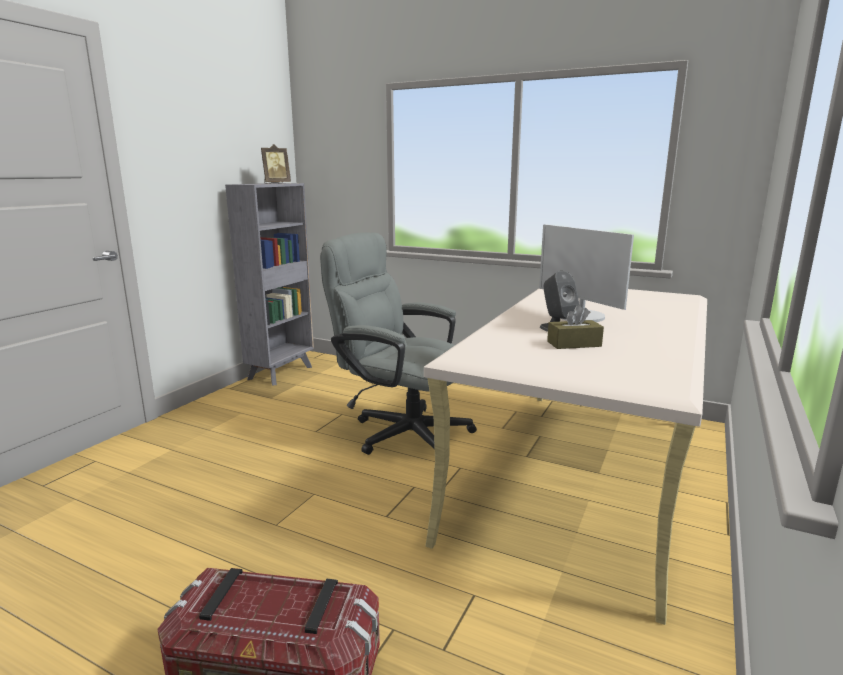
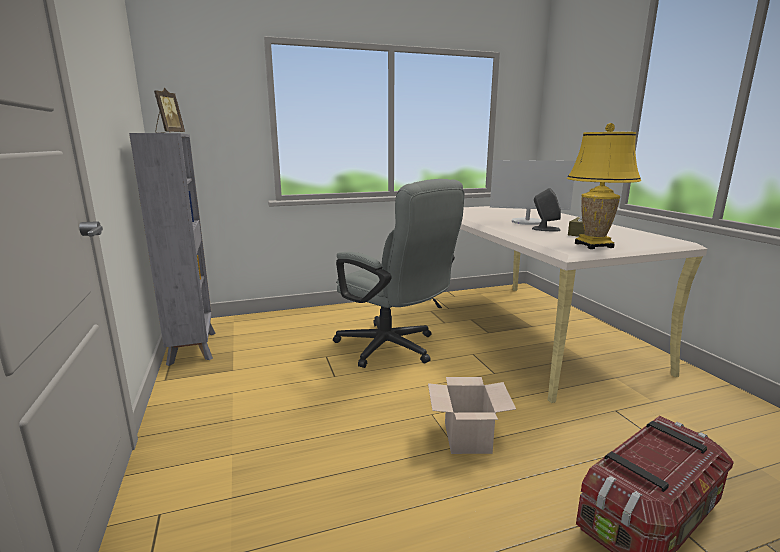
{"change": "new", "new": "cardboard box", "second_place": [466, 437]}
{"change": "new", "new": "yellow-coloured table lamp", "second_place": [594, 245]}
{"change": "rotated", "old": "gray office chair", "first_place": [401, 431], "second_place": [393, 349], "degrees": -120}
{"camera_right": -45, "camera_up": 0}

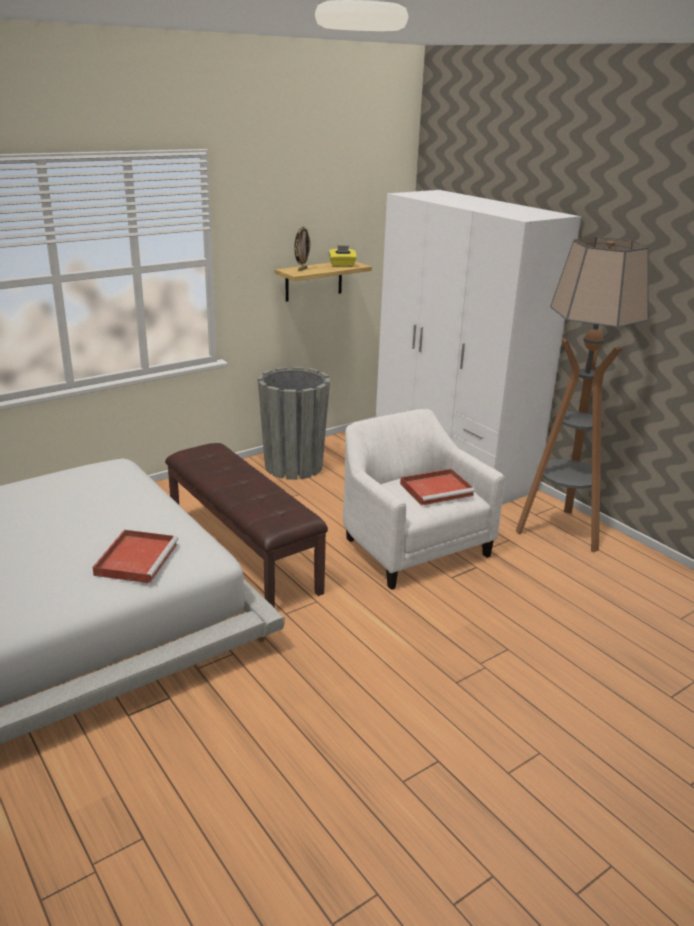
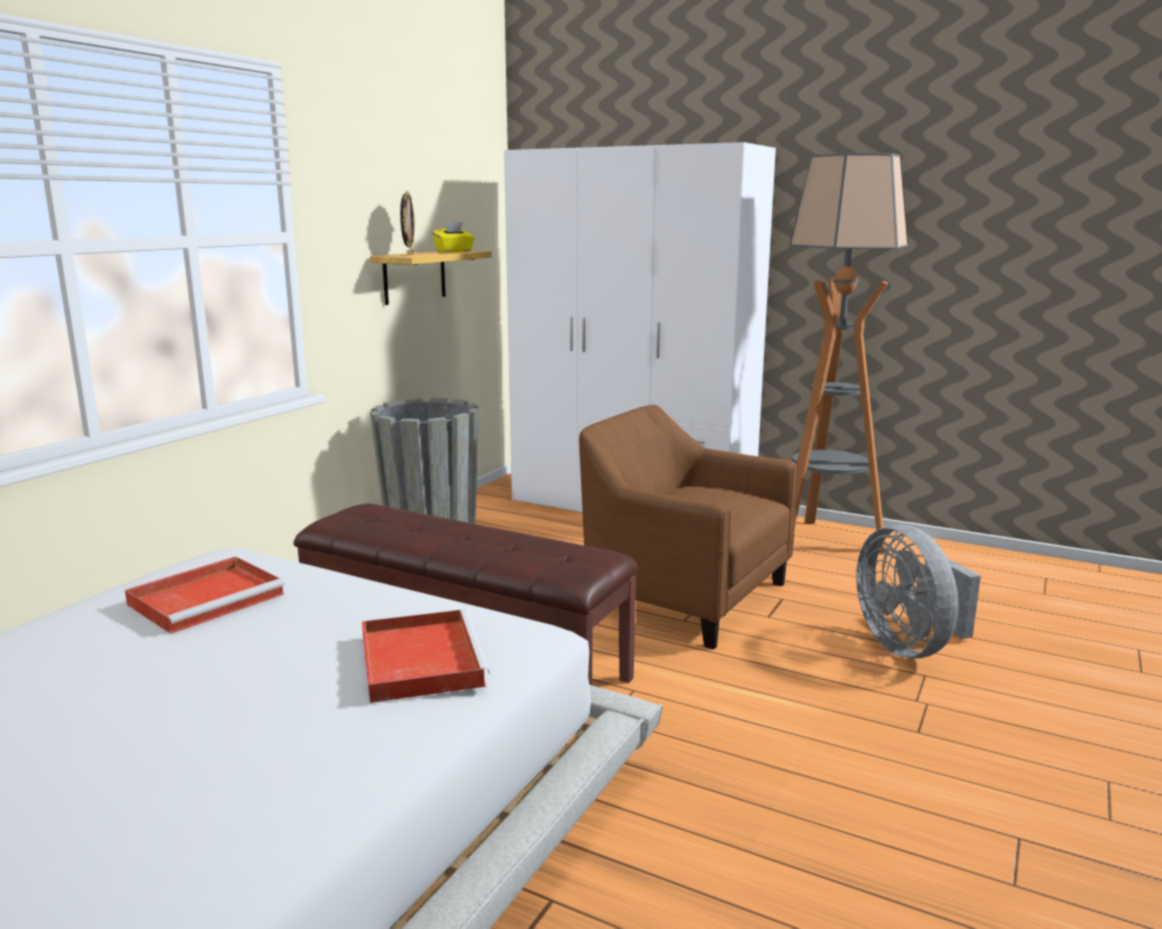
{"change": "new", "new": "gray fan", "second_place": [909, 646]}
{"change": "shifted", "old": "reddish carrying tray", "first_place": [437, 489], "second_place": [208, 598]}
{"change": "repainted", "old": "white-coloured armchair", "new": "brown-coloured armchair", "first_place": [411, 546], "second_place": [681, 596]}
{"camera_right": -25, "camera_up": -10}

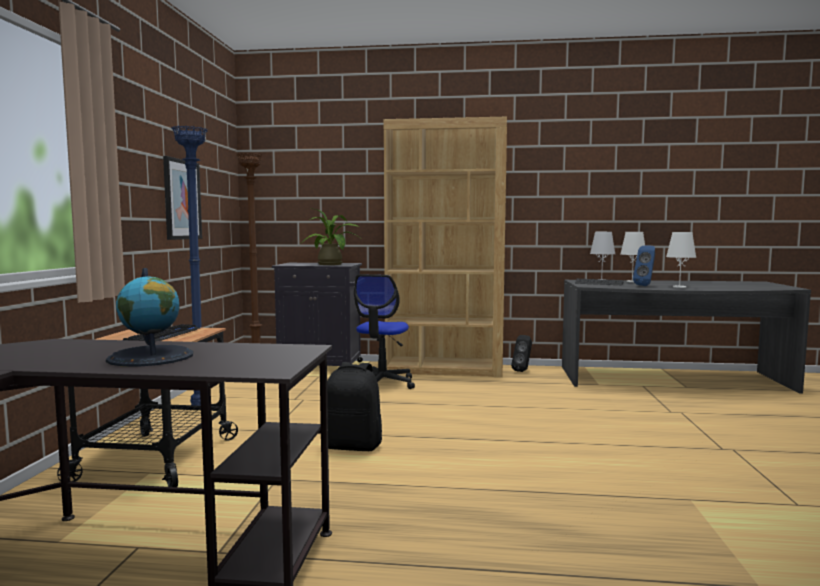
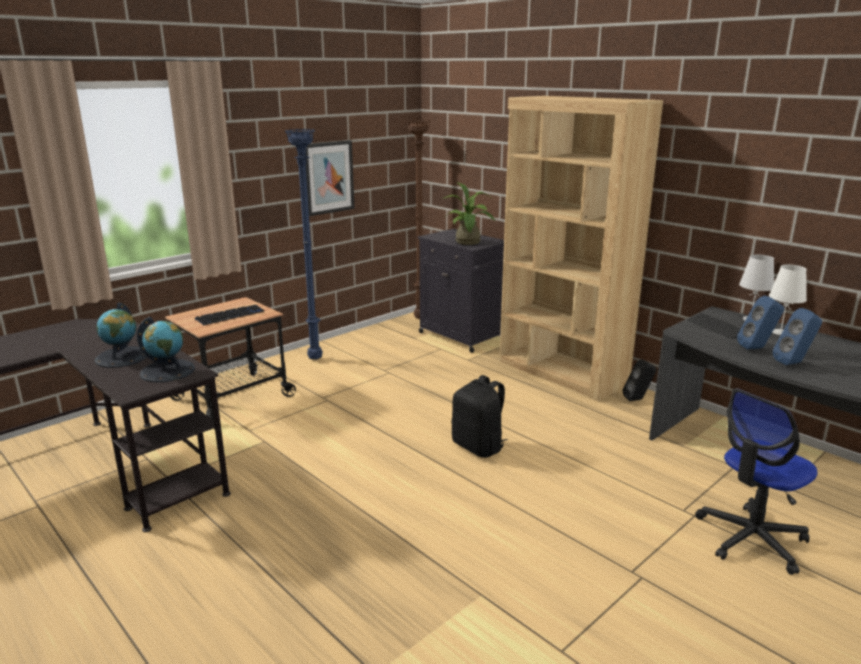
{"change": "new", "new": "desk globe", "second_place": [167, 371]}
{"change": "shifted", "old": "black-coloured rucksack", "first_place": [352, 446], "second_place": [479, 447]}
{"change": "shifted", "old": "office chair", "first_place": [381, 383], "second_place": [751, 539]}
{"change": "swapped", "old": "white-coloured table lamp", "new": "bluish loudspeaker", "first_place": [679, 287], "second_place": [794, 363]}
{"camera_right": 40, "camera_up": 15}

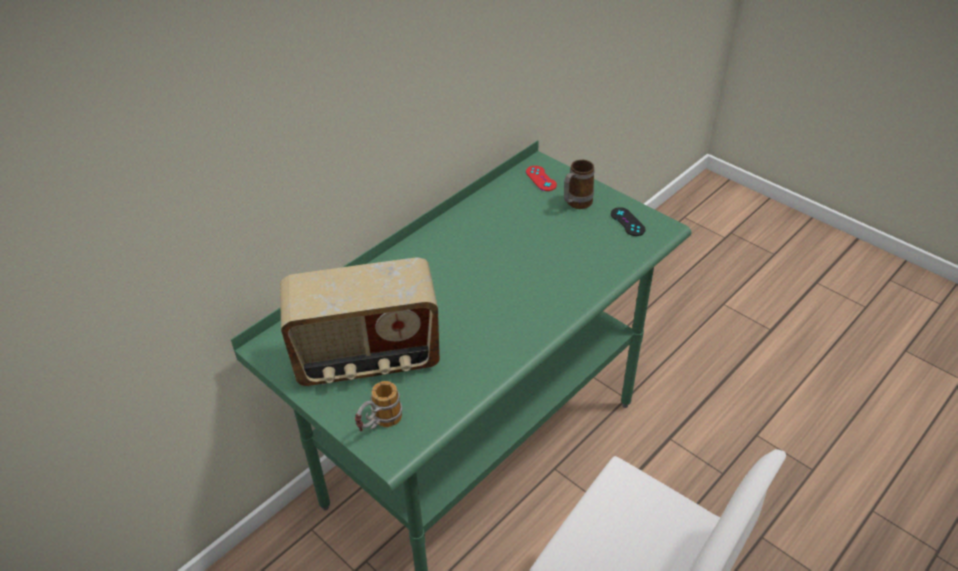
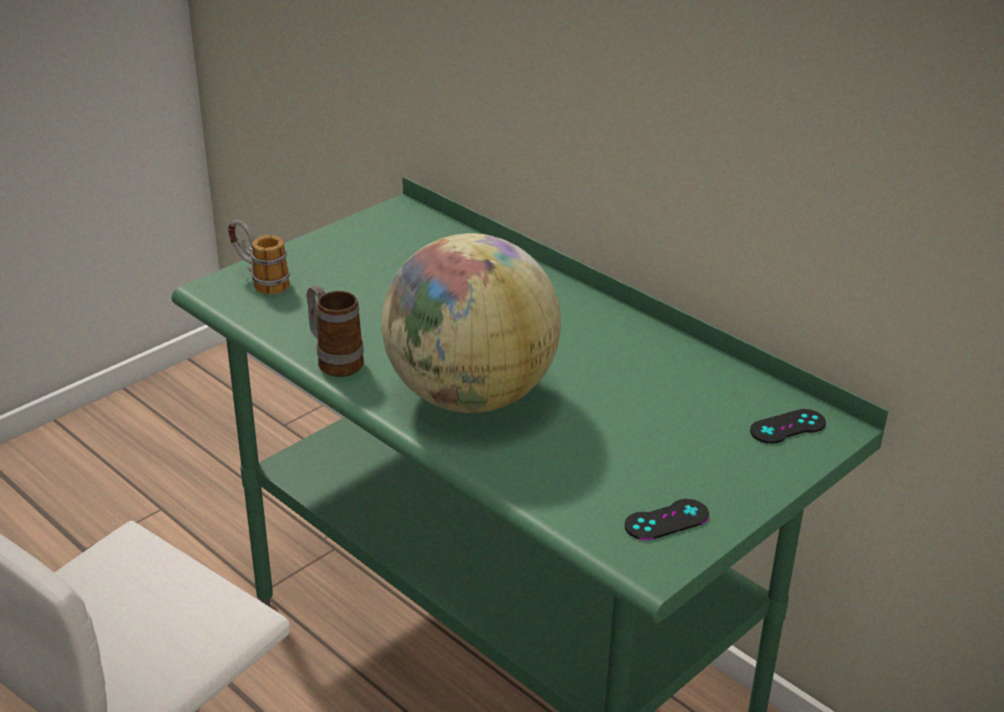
{"change": "gone", "old": "radio receiver", "first_place": [367, 359]}
{"change": "new", "new": "desk globe", "second_place": [470, 395]}
{"change": "shifted", "old": "tea mug", "first_place": [575, 204], "second_place": [335, 361]}
{"change": "repainted", "old": "reddish joypad", "new": "black-coloured joypad", "first_place": [541, 178], "second_place": [787, 427]}
{"camera_right": 90, "camera_up": -10}

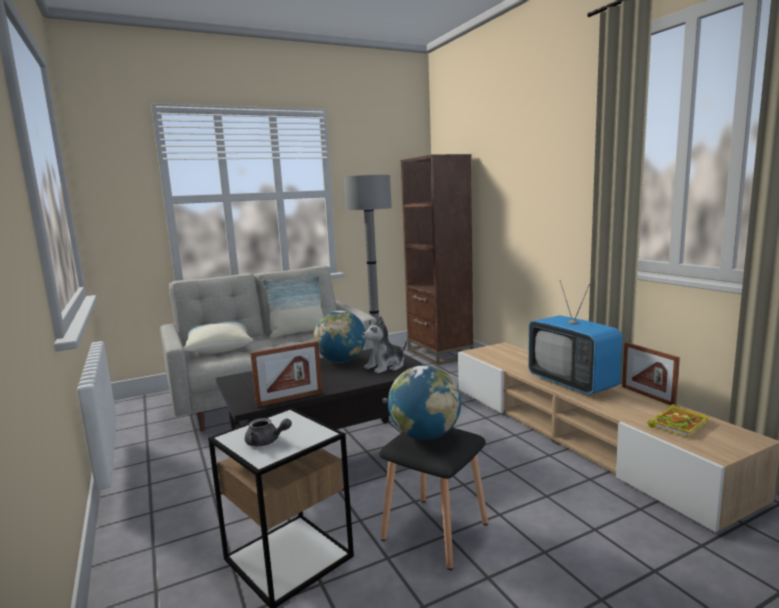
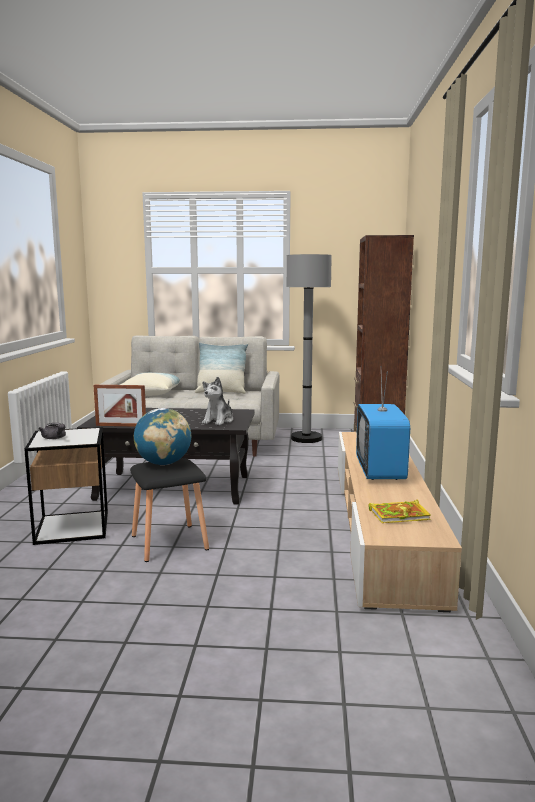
{"change": "gone", "old": "desk globe", "first_place": [341, 361]}
{"change": "gone", "old": "photo frame", "first_place": [647, 396]}
{"change": "rotated", "old": "cuddly toy", "first_place": [386, 366], "second_place": [218, 421], "degrees": -60}
{"camera_right": 30, "camera_up": 0}

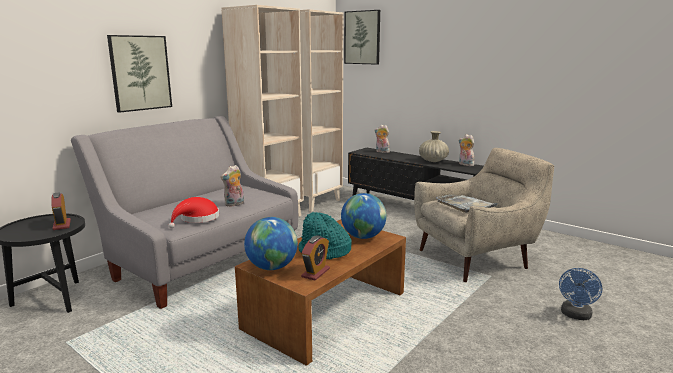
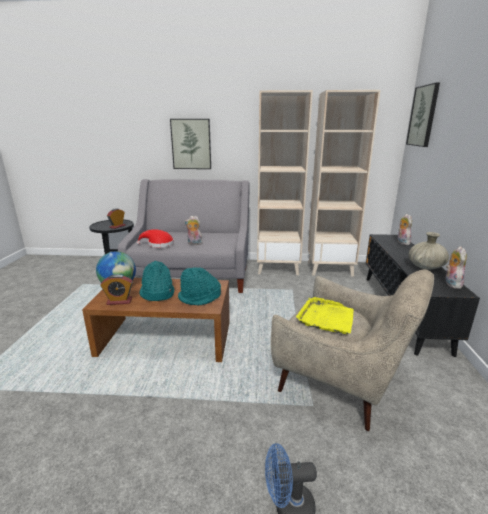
{"change": "swapped", "old": "desk globe", "new": "turquoise-coloured wearable hat", "first_place": [363, 237], "second_place": [200, 297]}
{"change": "repainted", "old": "gray carrying tray", "new": "yellow-coloured carrying tray", "first_place": [465, 205], "second_place": [326, 318]}
{"camera_right": 55, "camera_up": 5}

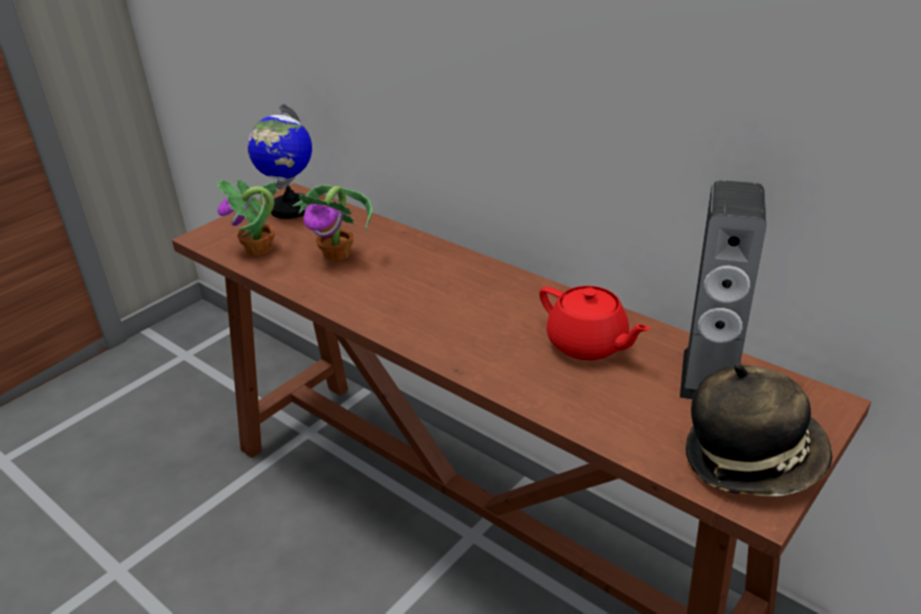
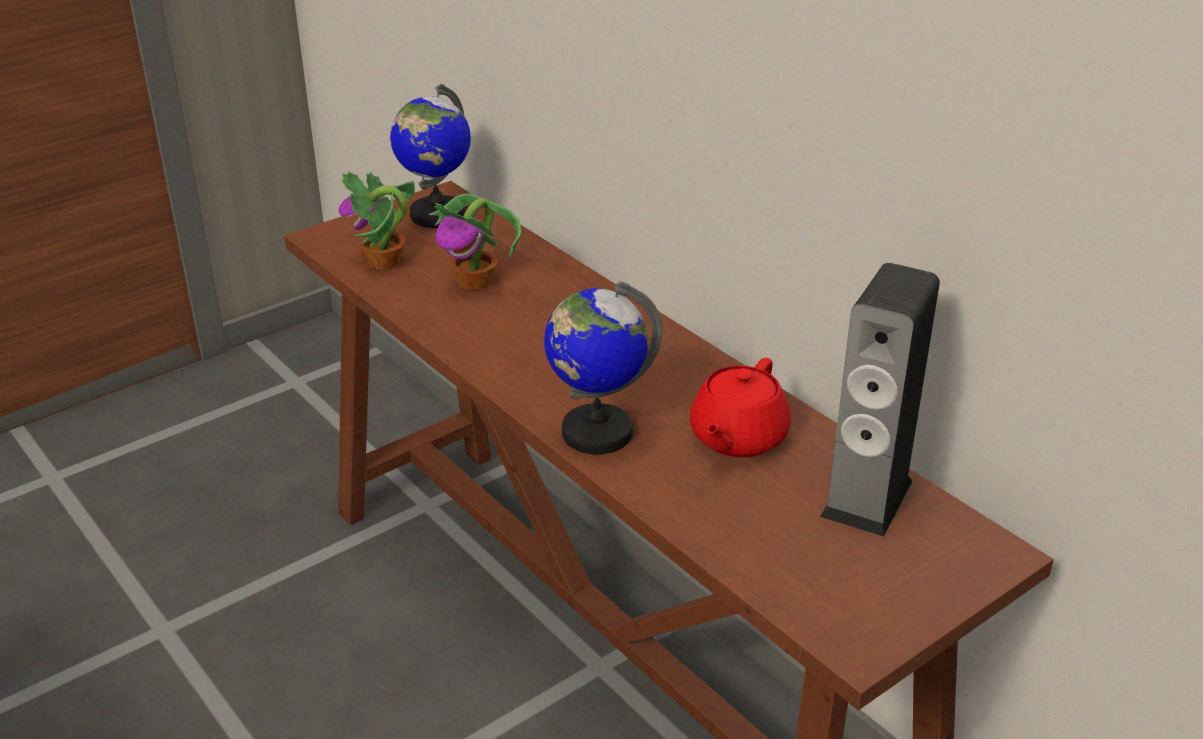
{"change": "gone", "old": "wearable hat", "first_place": [752, 459]}
{"change": "new", "new": "desk globe", "second_place": [596, 432]}
{"change": "rotated", "old": "reddish pot for tea", "first_place": [588, 344], "second_place": [737, 438], "degrees": 60}
{"camera_right": 10, "camera_up": 0}

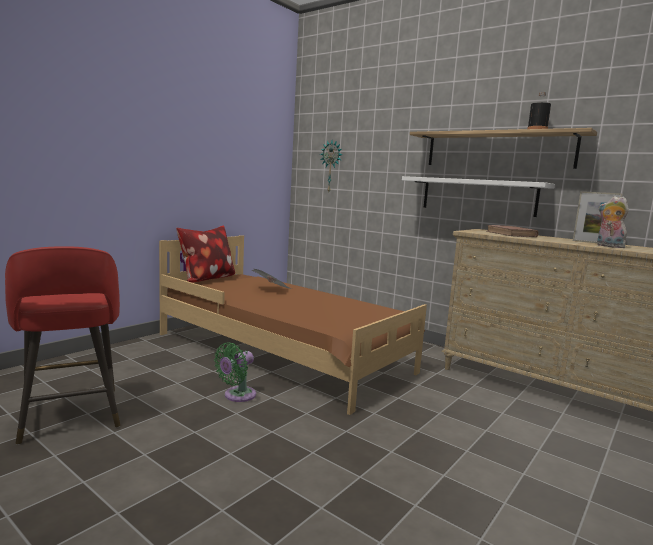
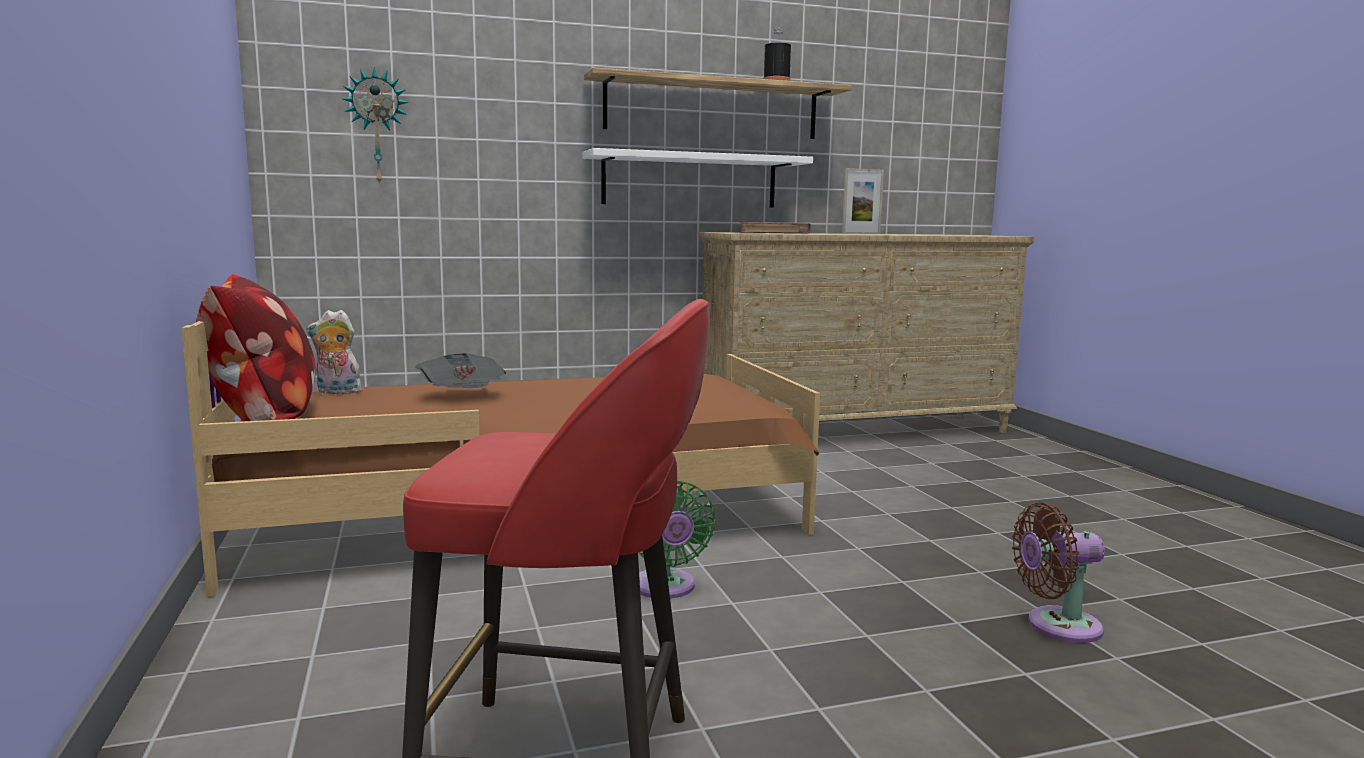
{"change": "new", "new": "brown-coloured fan", "second_place": [1056, 626]}
{"change": "shifted", "old": "cuddly toy", "first_place": [608, 246], "second_place": [336, 392]}
{"camera_right": -55, "camera_up": 0}

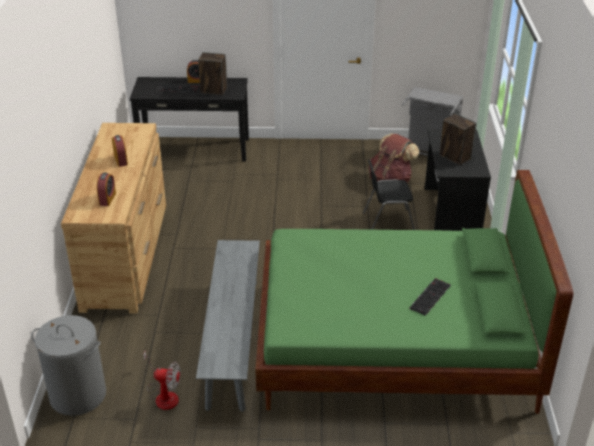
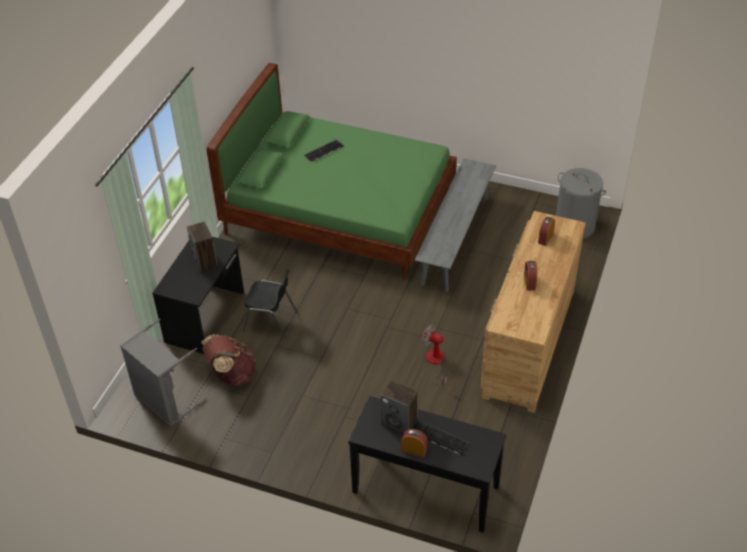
{"change": "shifted", "old": "fan", "first_place": [164, 395], "second_place": [436, 362]}
{"camera_right": -160, "camera_up": 10}

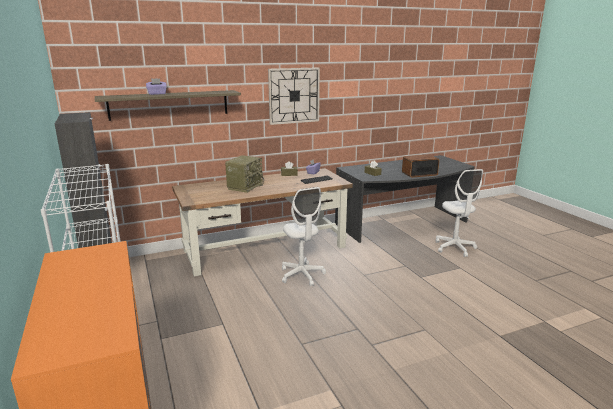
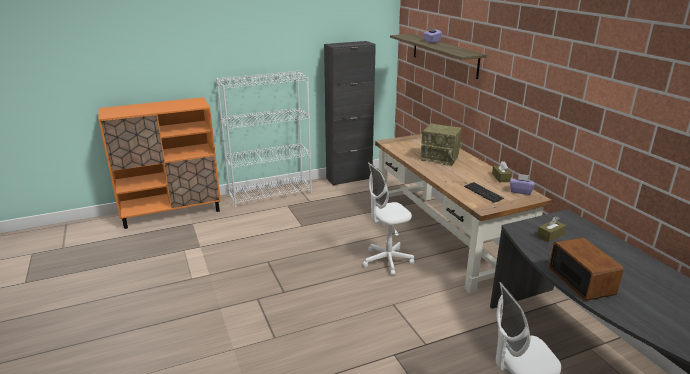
{"change": "gone", "old": "wall clock", "first_place": [294, 95]}
{"camera_right": 90, "camera_up": 5}

